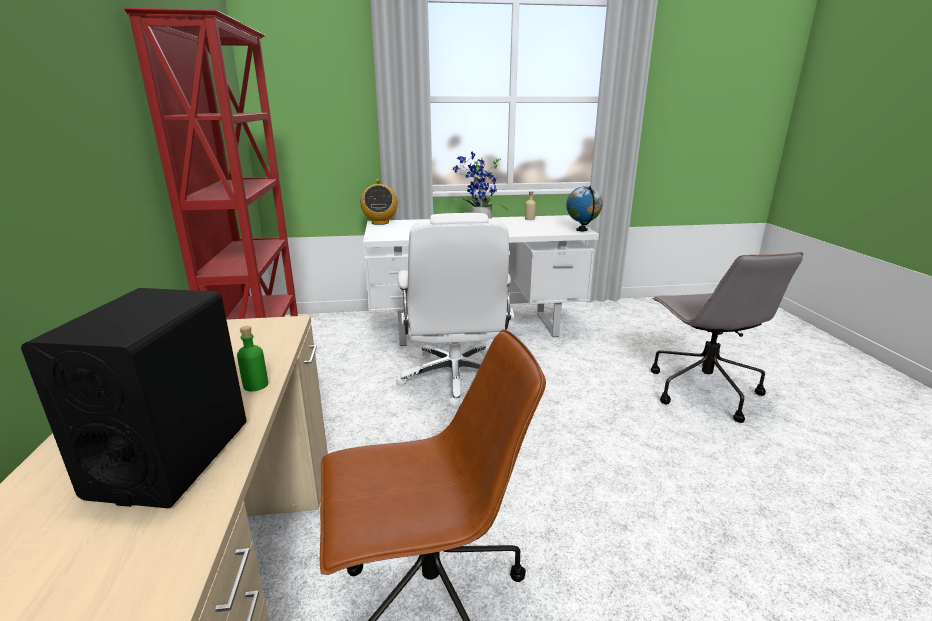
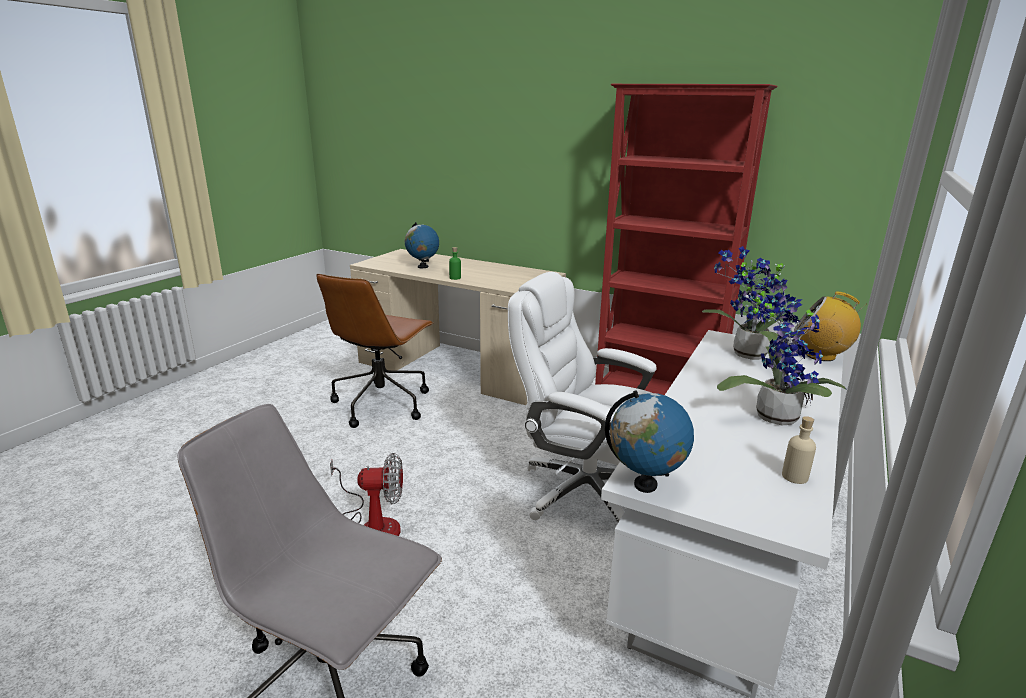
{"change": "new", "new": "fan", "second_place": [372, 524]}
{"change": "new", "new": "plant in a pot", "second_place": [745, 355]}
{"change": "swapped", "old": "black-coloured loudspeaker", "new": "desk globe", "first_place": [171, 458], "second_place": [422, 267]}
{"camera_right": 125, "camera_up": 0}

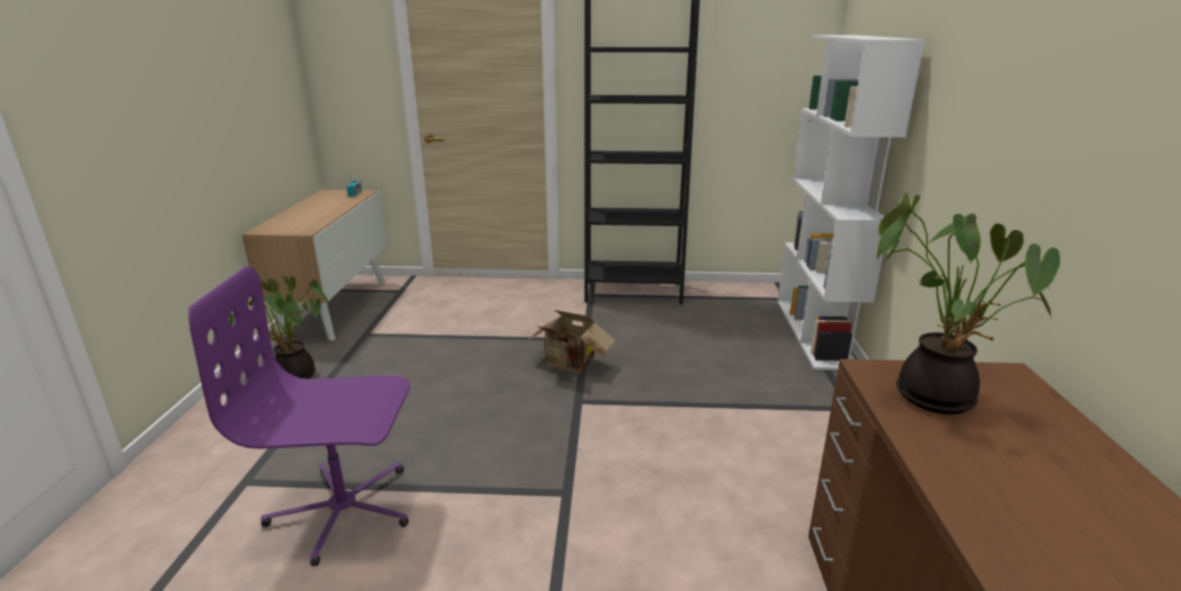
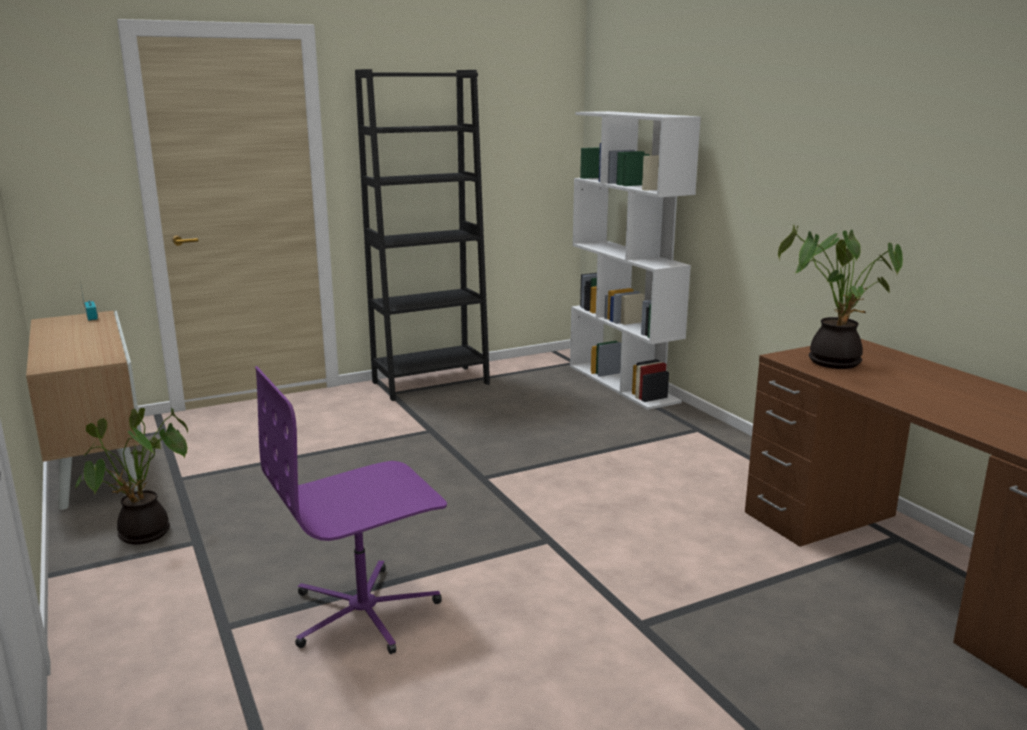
{"change": "gone", "old": "cardboard box", "first_place": [570, 365]}
{"camera_right": -30, "camera_up": -5}

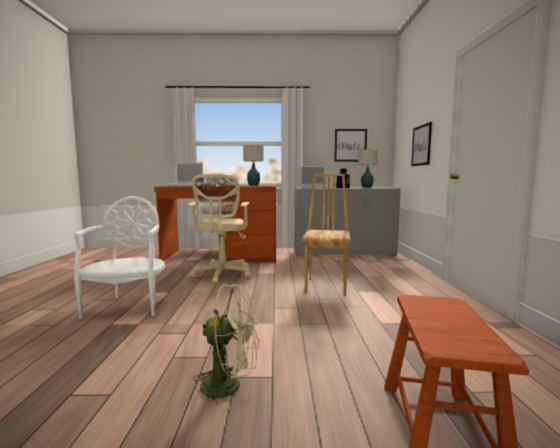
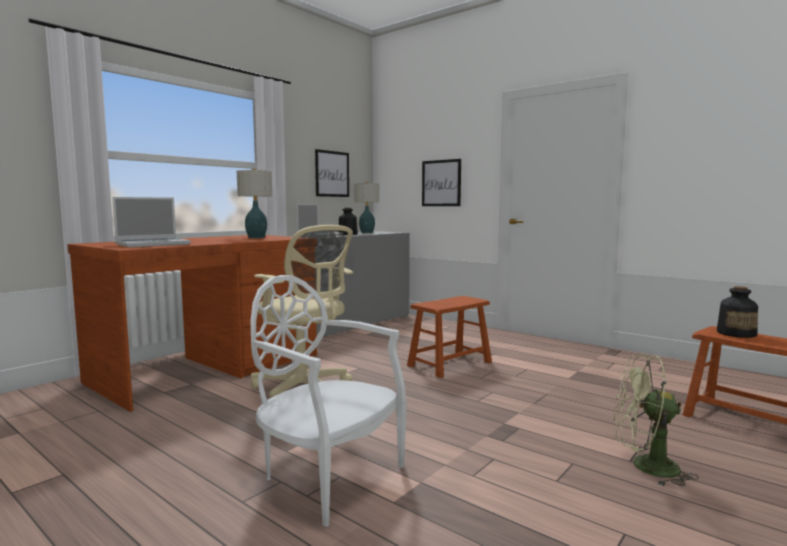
{"change": "new", "new": "beverage bottle", "second_place": [736, 333]}
{"change": "swapped", "old": "brown-coloured upright chair", "new": "brown-coloured stool", "first_place": [327, 286], "second_place": [449, 364]}
{"change": "rotated", "old": "green-coloured fan", "first_place": [230, 385], "second_place": [645, 467], "degrees": -120}
{"camera_right": -50, "camera_up": 0}

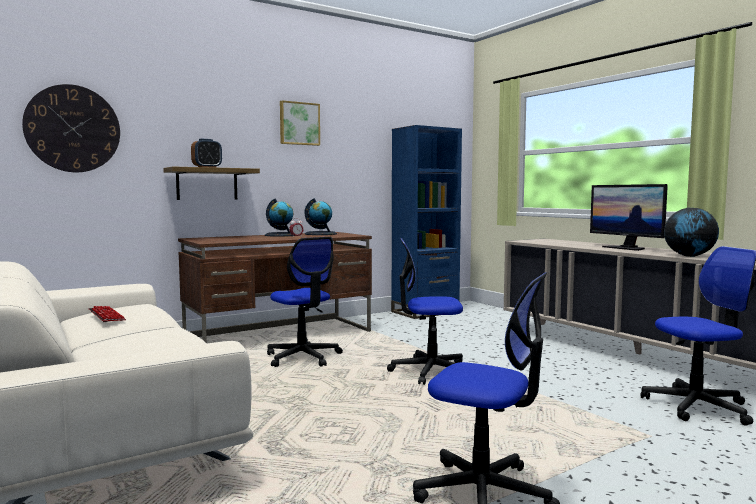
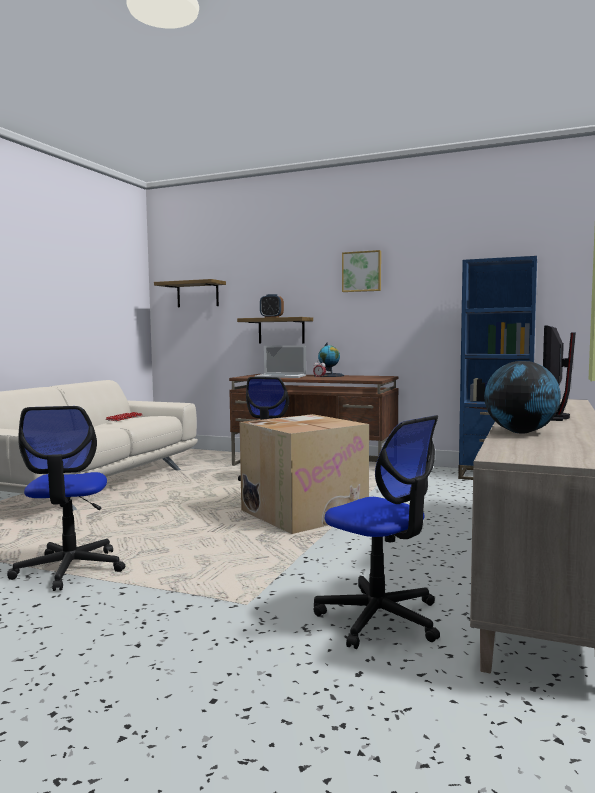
{"change": "gone", "old": "desk globe", "first_place": [320, 234]}
{"change": "new", "new": "laptop", "second_place": [281, 376]}
{"change": "swapped", "old": "wall clock", "new": "bracket shelf", "first_place": [73, 129], "second_place": [197, 294]}
{"change": "swapped", "old": "office chair", "new": "cardboard box", "first_place": [429, 371], "second_place": [304, 512]}
{"camera_right": 55, "camera_up": 0}

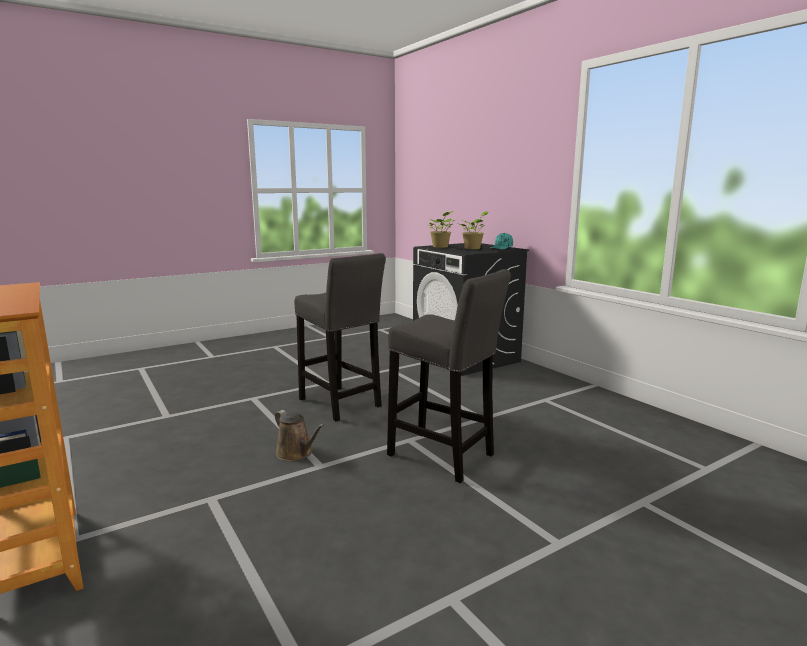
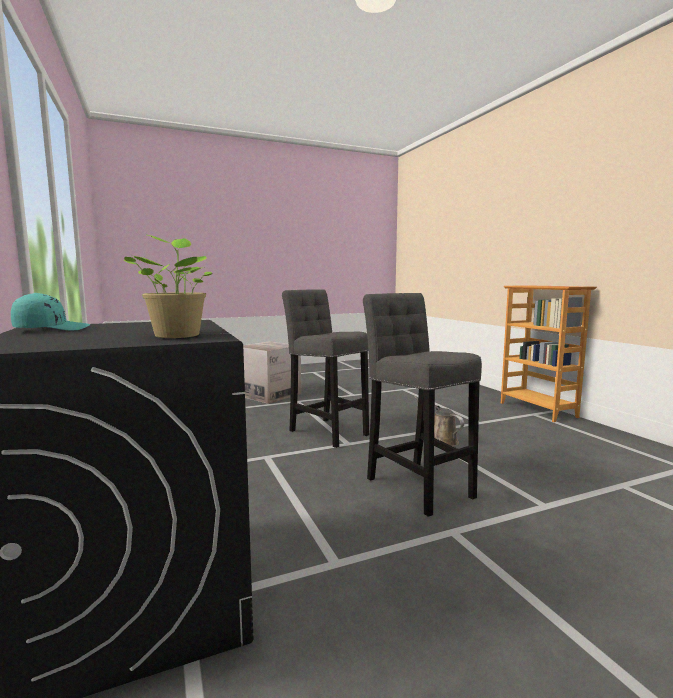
{"change": "gone", "old": "plant in a pot", "first_place": [473, 248]}
{"change": "new", "new": "cardboard box", "second_place": [269, 394]}
{"camera_right": -170, "camera_up": -5}

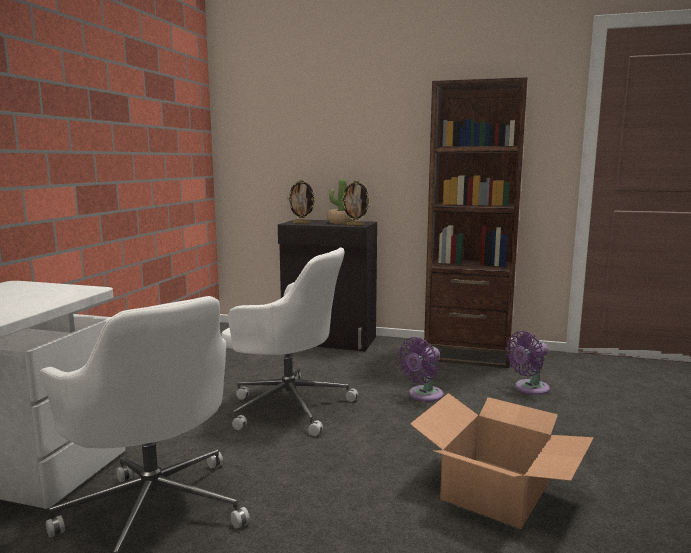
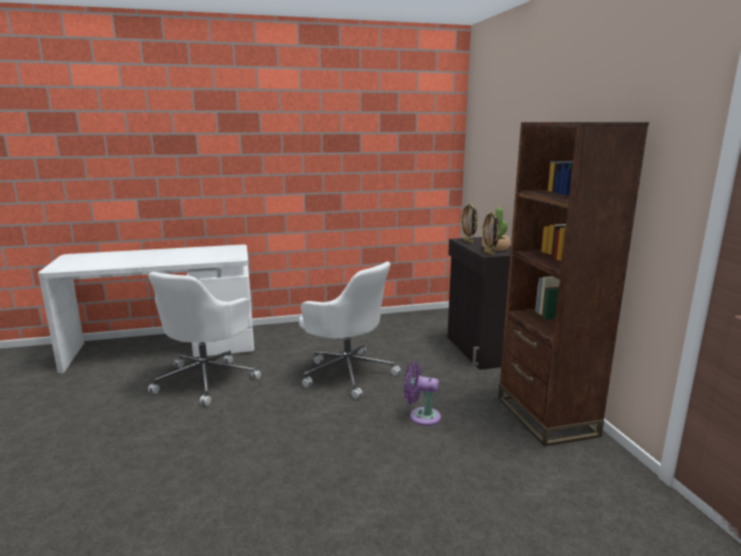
{"change": "gone", "old": "cardboard box", "first_place": [497, 491]}
{"change": "gone", "old": "purplish fan", "first_place": [529, 388]}
{"change": "rotated", "old": "white-coloured office chair", "first_place": [288, 405], "second_place": [347, 373], "degrees": -45}
{"camera_right": 60, "camera_up": 5}

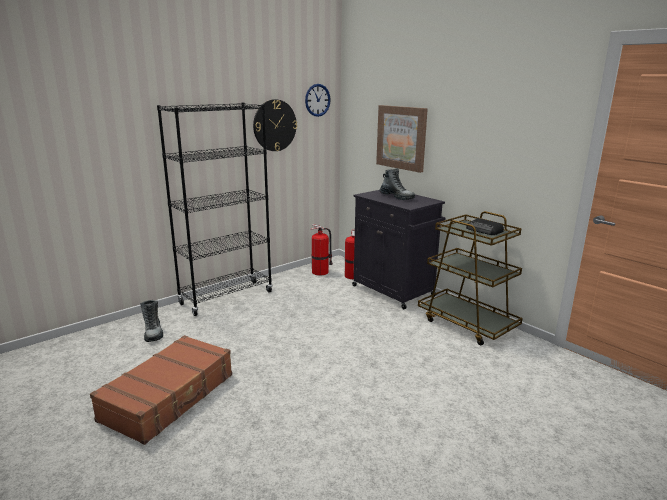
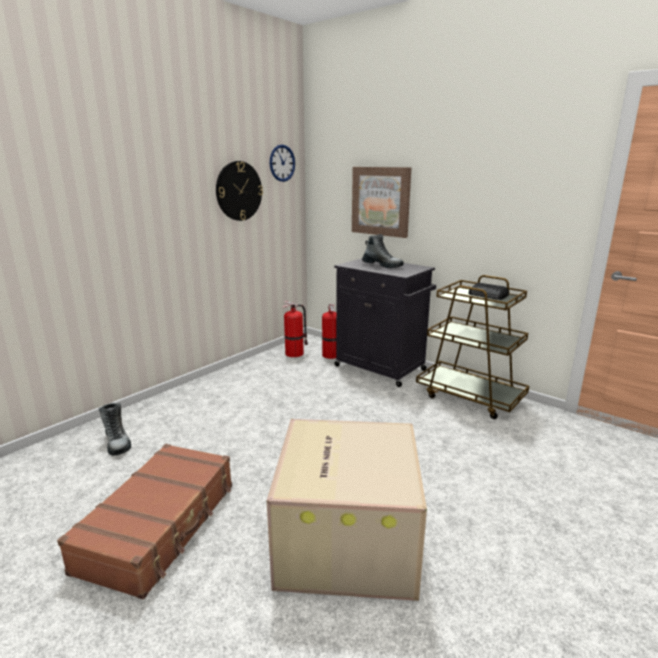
{"change": "gone", "old": "black-coloured bookshelf", "first_place": [226, 298]}
{"change": "new", "new": "cardboard box", "second_place": [345, 537]}
{"camera_right": -10, "camera_up": 0}

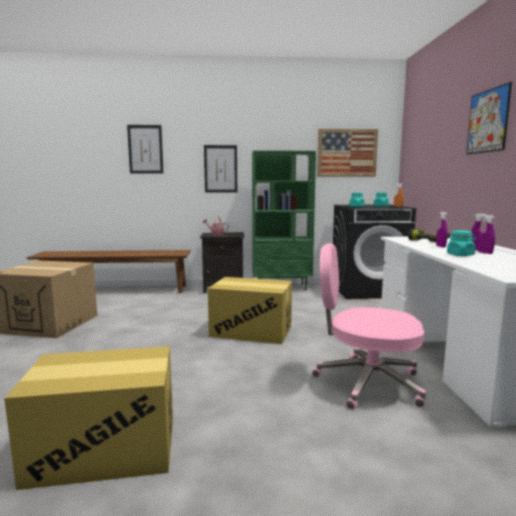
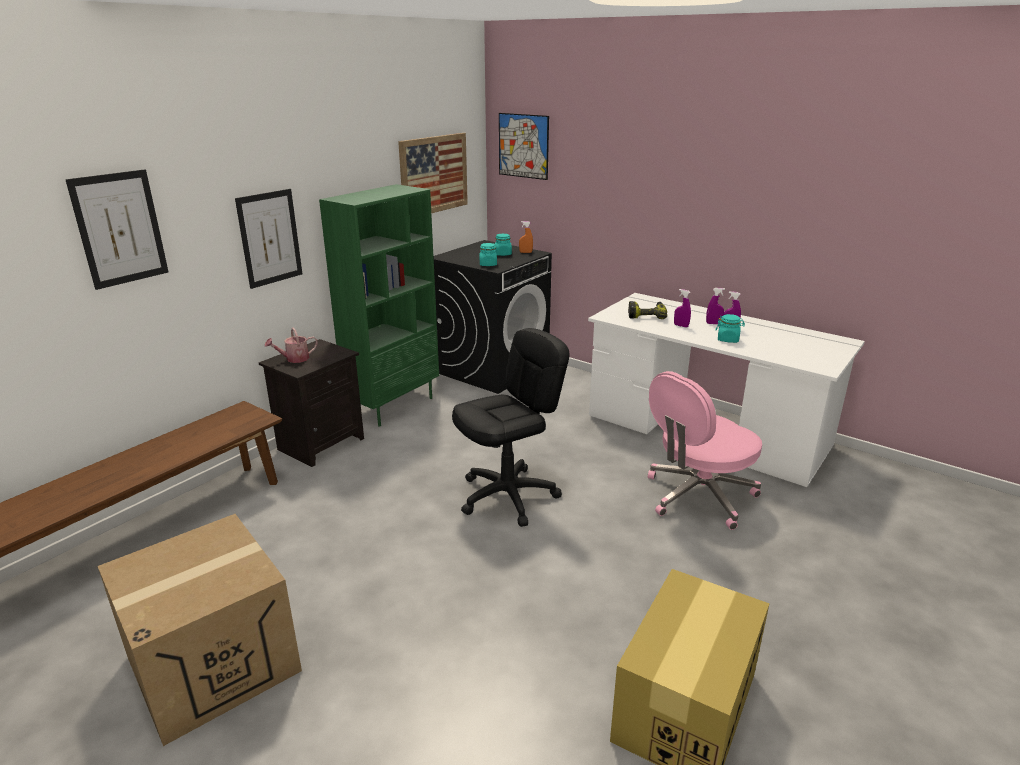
{"change": "shifted", "old": "wall art", "first_place": [487, 121], "second_place": [523, 146]}
{"change": "swapped", "old": "cardboard box", "new": "black-coloured office chair", "first_place": [251, 331], "second_place": [508, 496]}
{"camera_right": -50, "camera_up": 15}

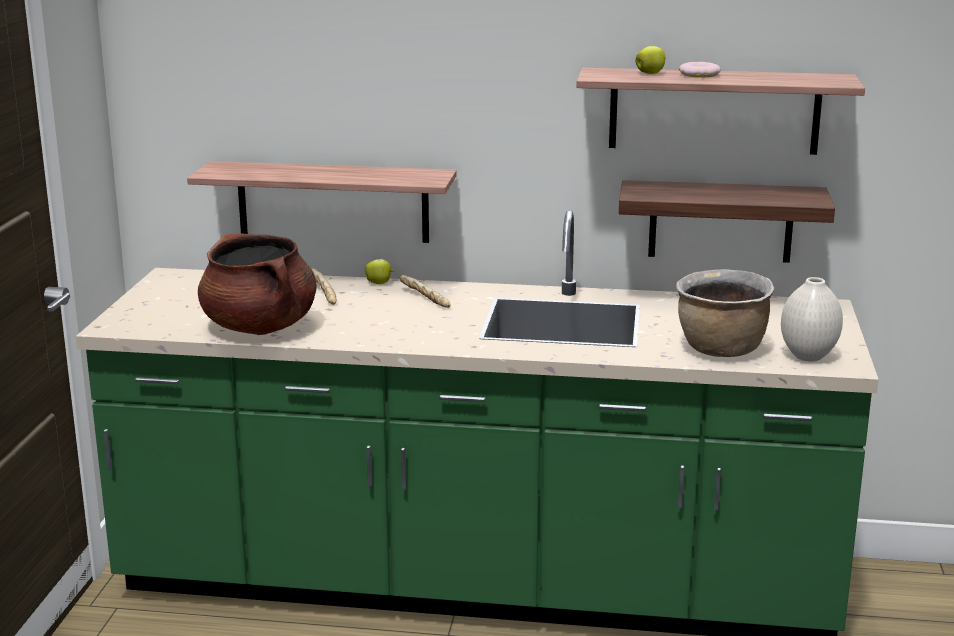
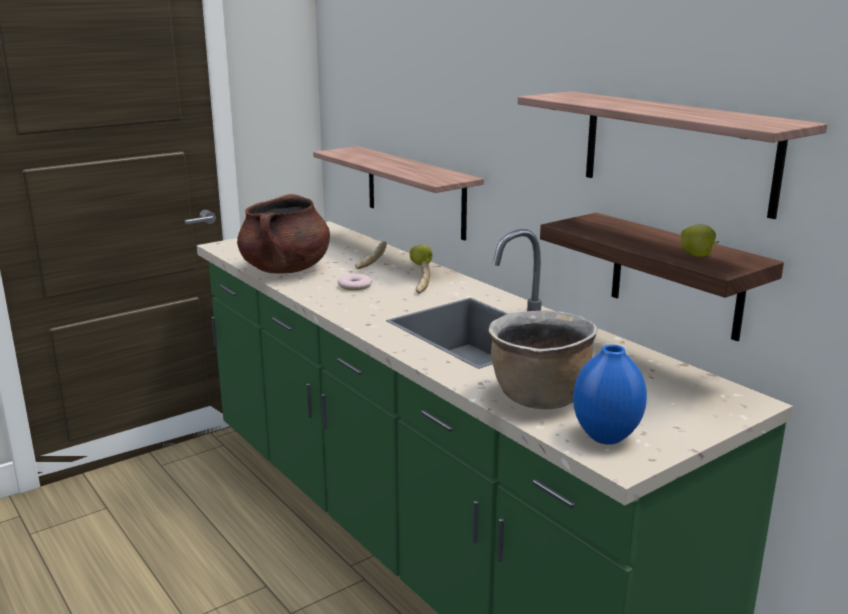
{"change": "shifted", "old": "whole apple", "first_place": [650, 74], "second_place": [697, 255]}
{"change": "shifted", "old": "donut", "first_place": [699, 75], "second_place": [354, 286]}
{"change": "repainted", "old": "white-coloured decorative vase", "new": "bluish decorative vase", "first_place": [807, 356], "second_place": [606, 436]}
{"camera_right": 45, "camera_up": 0}

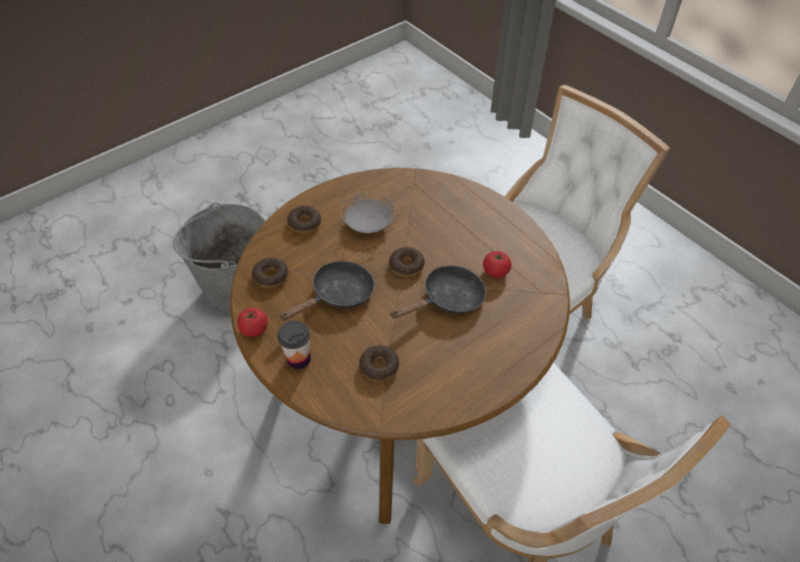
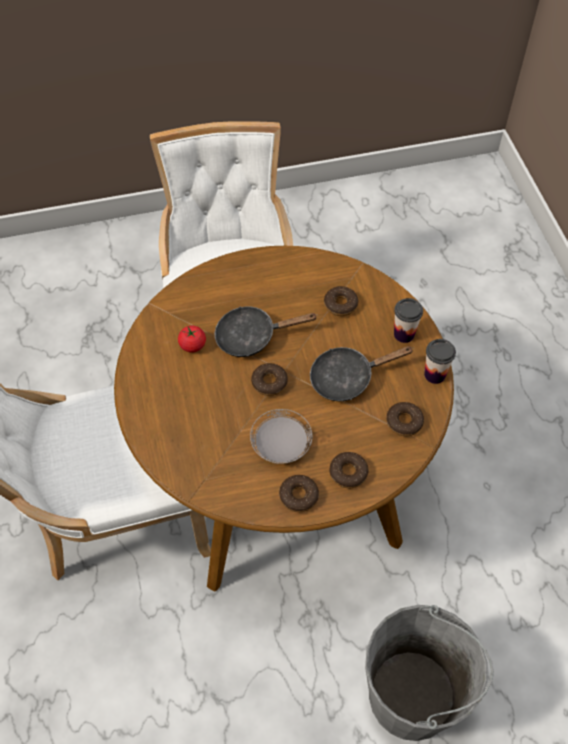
{"change": "new", "new": "donut", "second_place": [298, 496]}
{"change": "swapped", "old": "whole tomato", "new": "drinking cup", "first_place": [254, 329], "second_place": [434, 374]}
{"camera_right": -155, "camera_up": 5}

